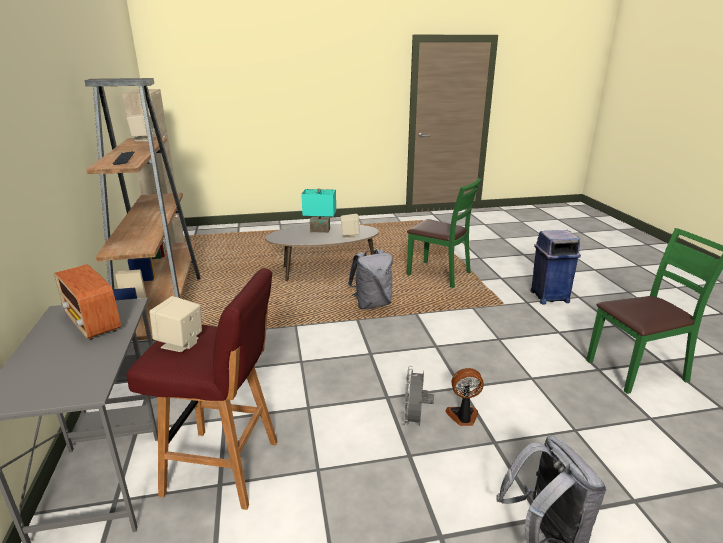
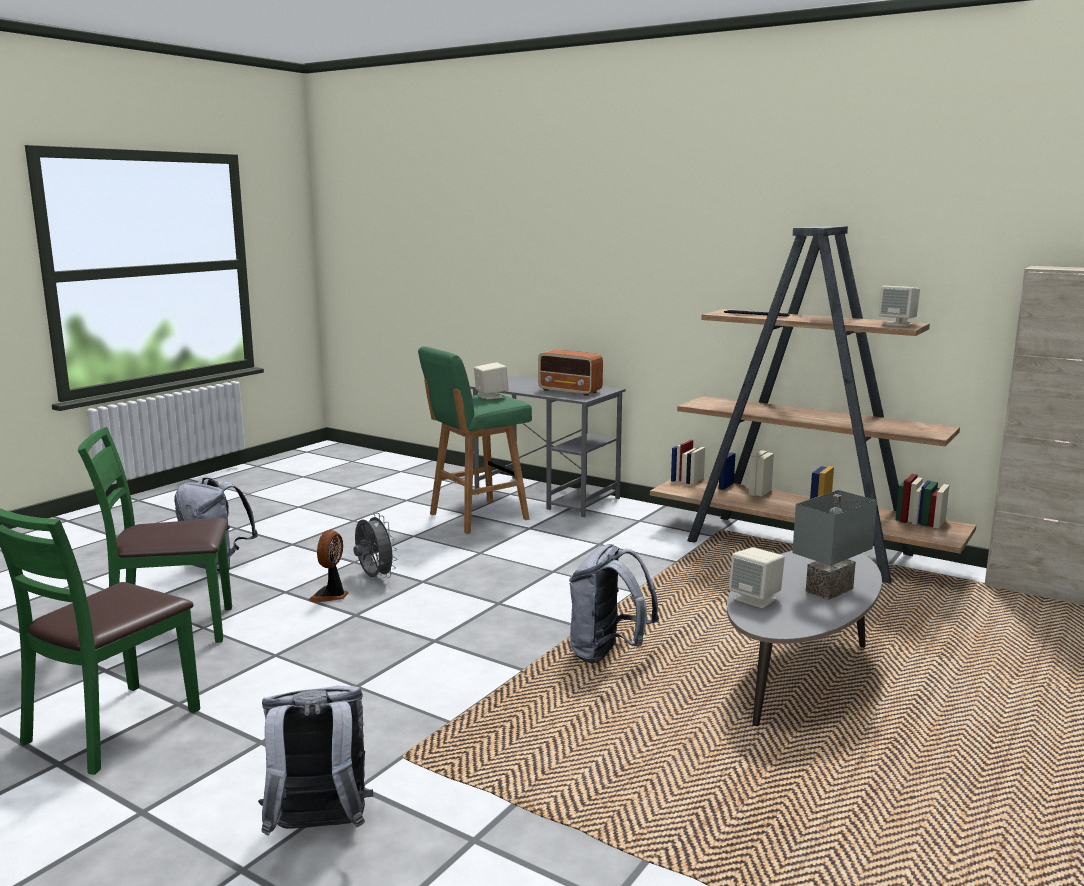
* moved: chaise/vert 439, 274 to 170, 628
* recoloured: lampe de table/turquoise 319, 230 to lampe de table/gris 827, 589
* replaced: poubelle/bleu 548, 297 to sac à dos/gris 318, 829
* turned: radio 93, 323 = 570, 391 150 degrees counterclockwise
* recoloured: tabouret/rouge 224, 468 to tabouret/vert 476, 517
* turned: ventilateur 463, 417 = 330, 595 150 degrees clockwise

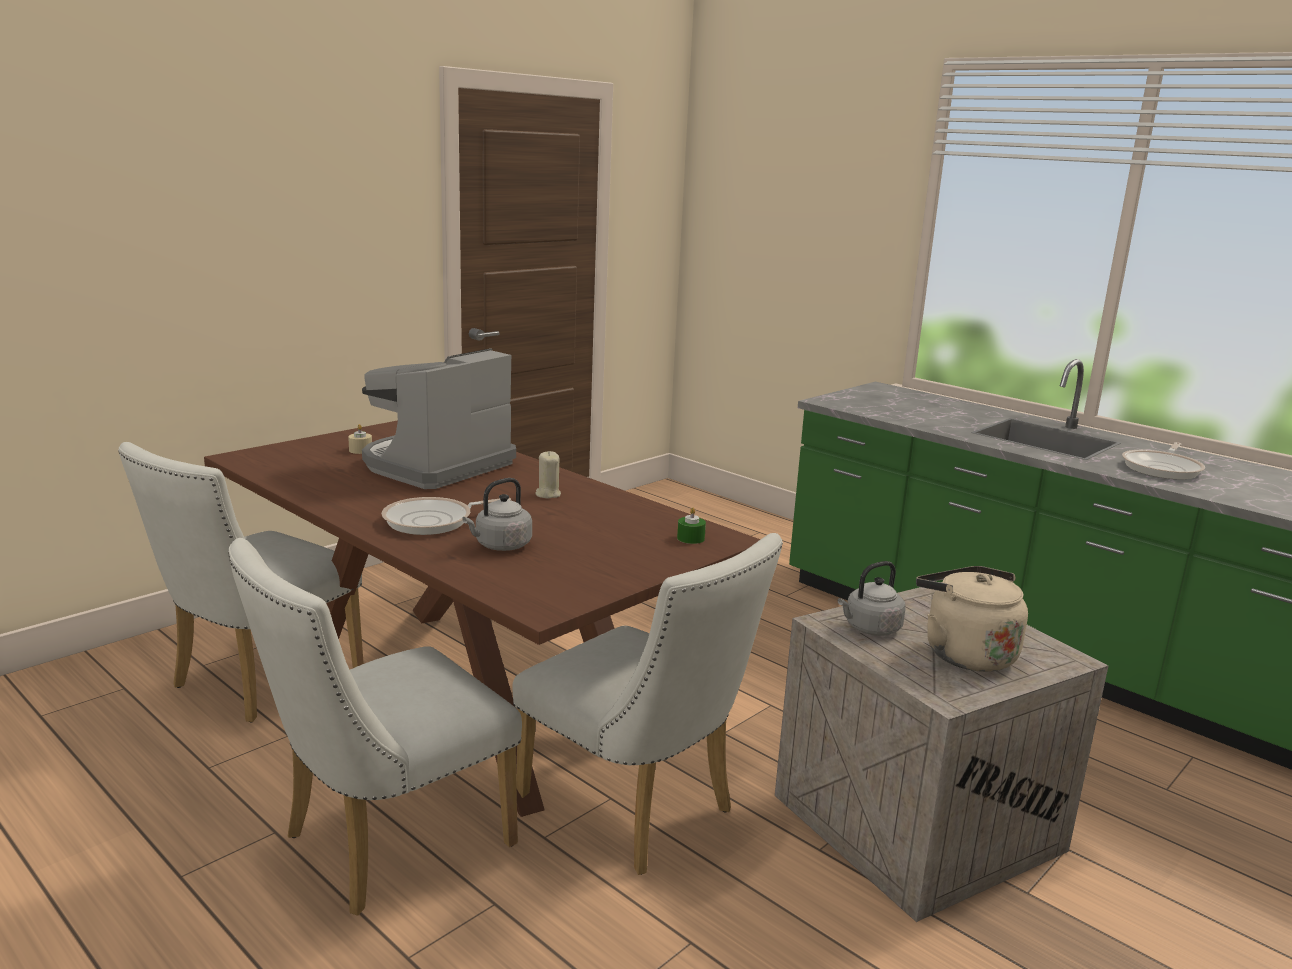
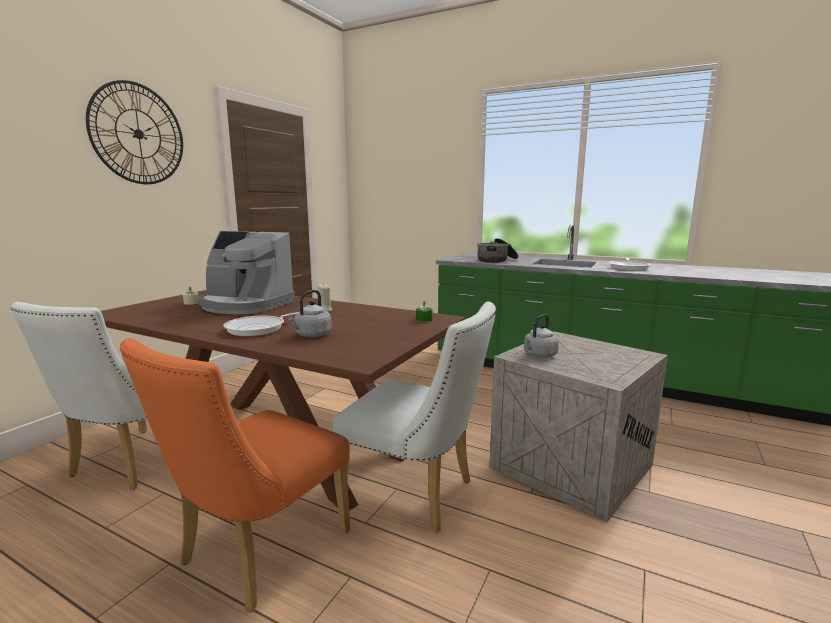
* turned: machine à café 436, 465 = 245, 305 90 degrees counterclockwise
* recoloured: chaise/blanc 383, 846 to chaise/orange 256, 554
* removed: bouilloire/beige 964, 653
* added: horloge murale 138, 134
* added: marmite 497, 260

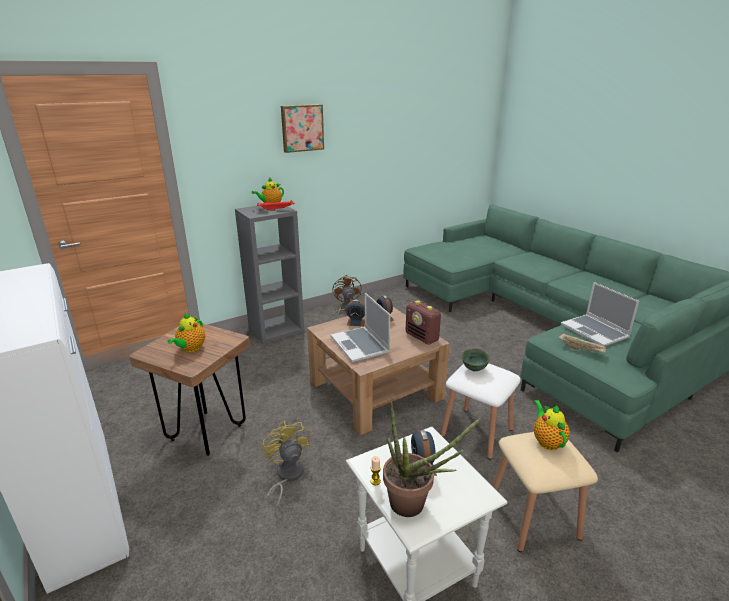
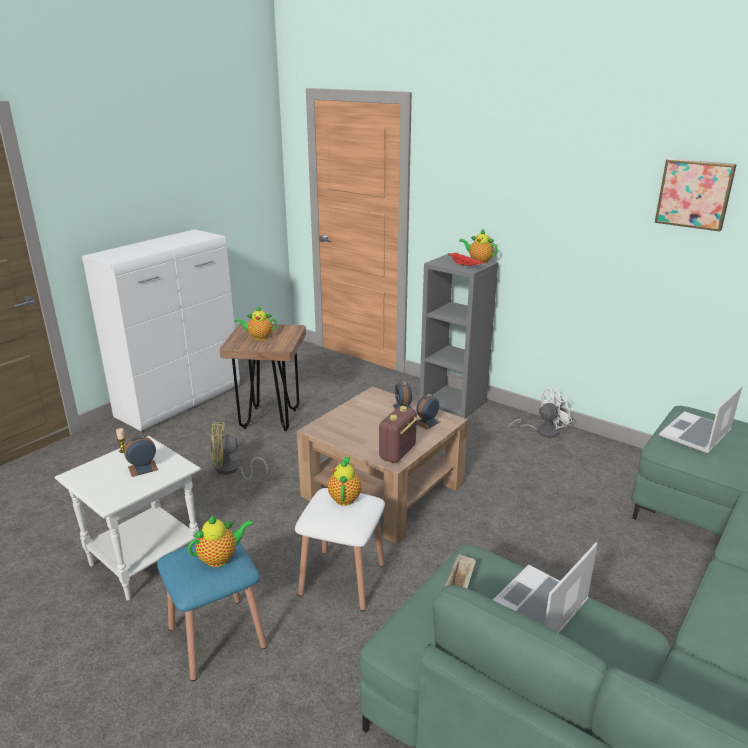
* moved: tableau 302, 128 to 694, 194
* recoloured: ventilateur/marron 345, 309 to ventilateur/blanc 542, 431
* moved: ordinateur portable 361, 345 to 696, 435
* replaced: bol/vert 474, 369 to théière 345, 497
* removed: plante en pot 414, 506
* turned: ventilateur/jaune 286, 476 = 231, 470 150 degrees counterclockwise
* recoloured: tabouret/beige 533, 517 to tabouret/bleu 217, 637

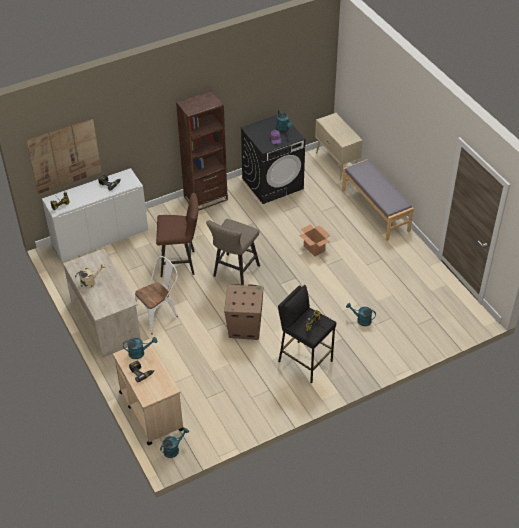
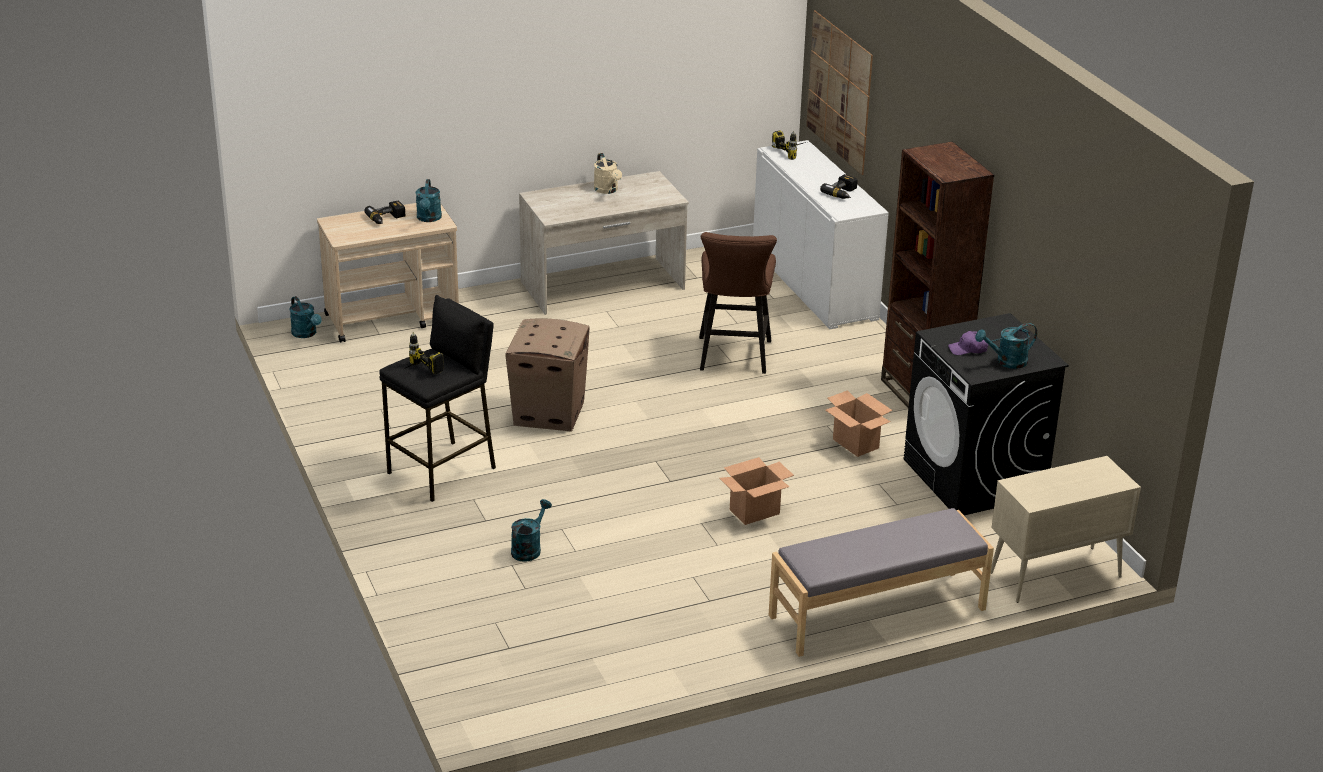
* removed: tabouret/beige 234, 273
* removed: chaise/blanc 159, 314
* added: carton 856, 444

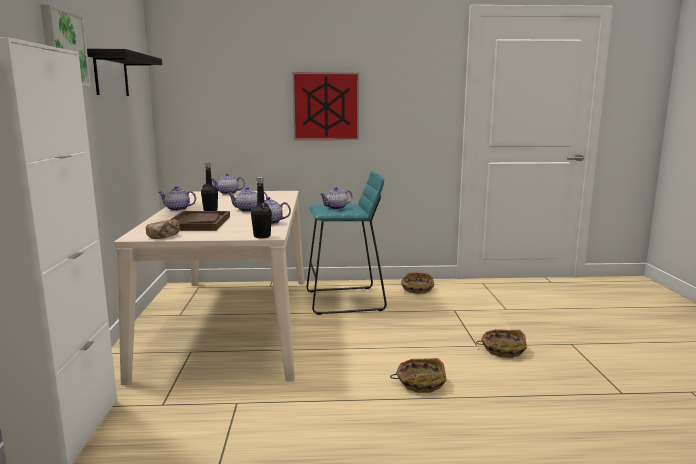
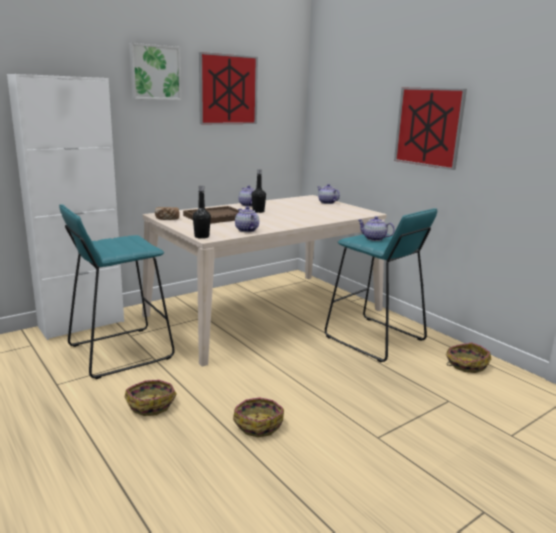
* replaced: étagère/noir 111, 74 to tableau 228, 90
* removed: théière 248, 210
* moved: panier 502, 349 to 151, 404
* added: tabouret/turquoise 119, 352

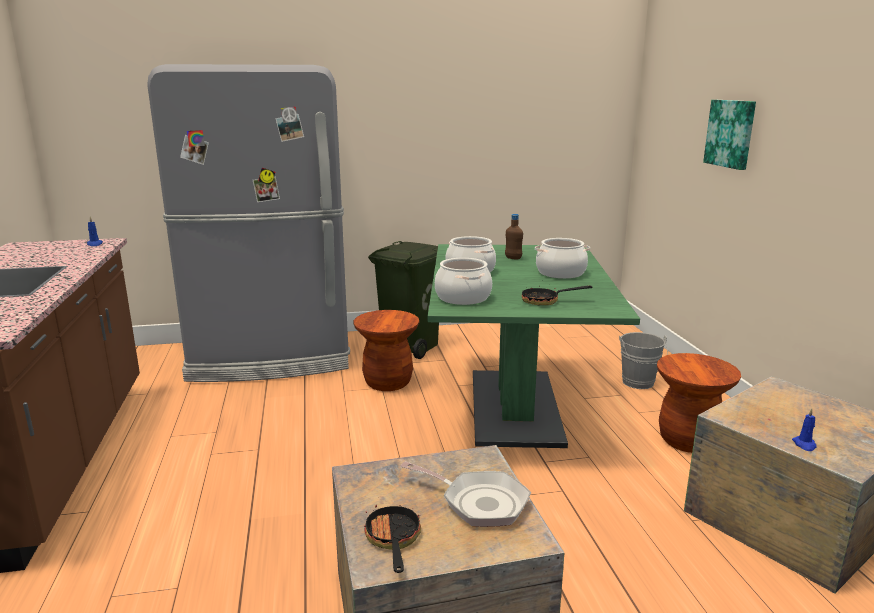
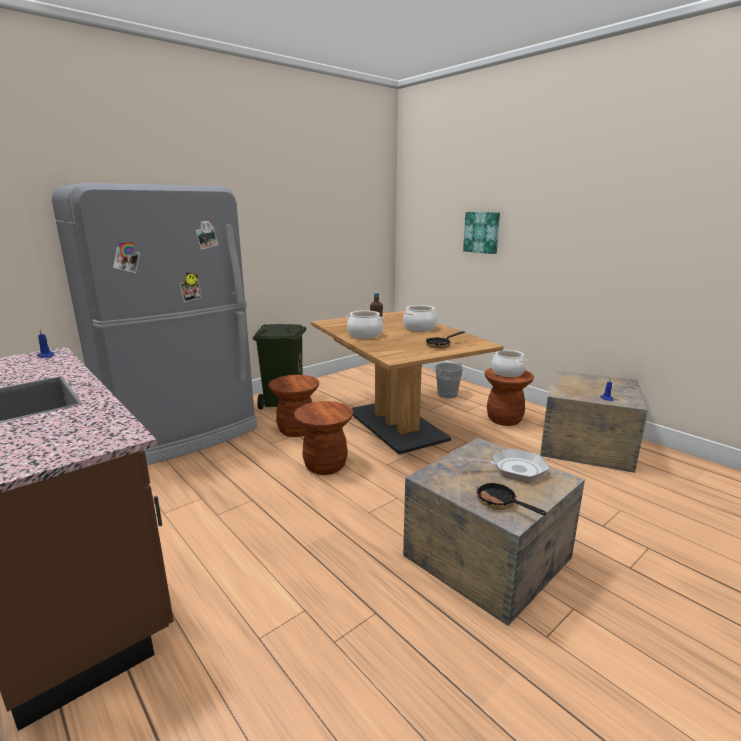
* recoloured: table à manger/vert 514, 407 to table à manger/marron 396, 425
* moved: marmite 462, 297 to 507, 373
* added: tabouret/marron 325, 465

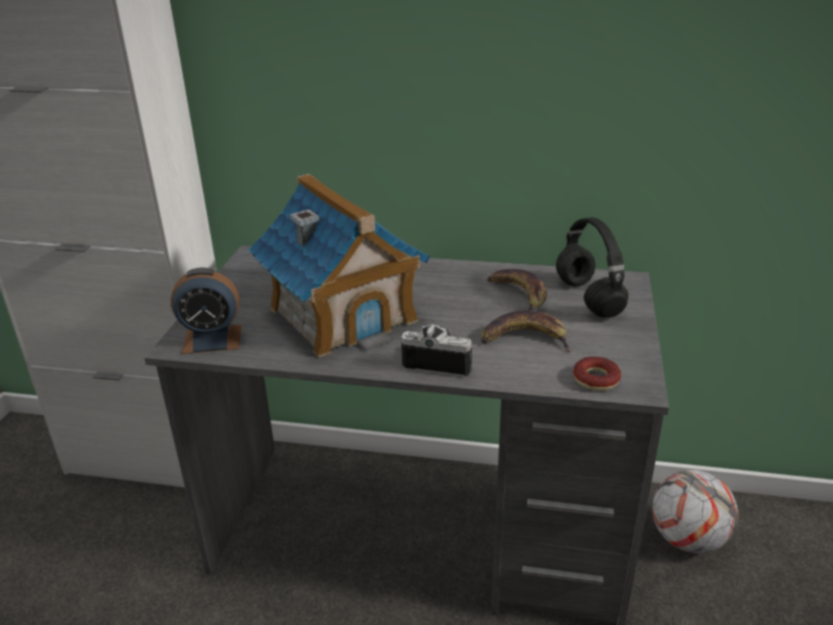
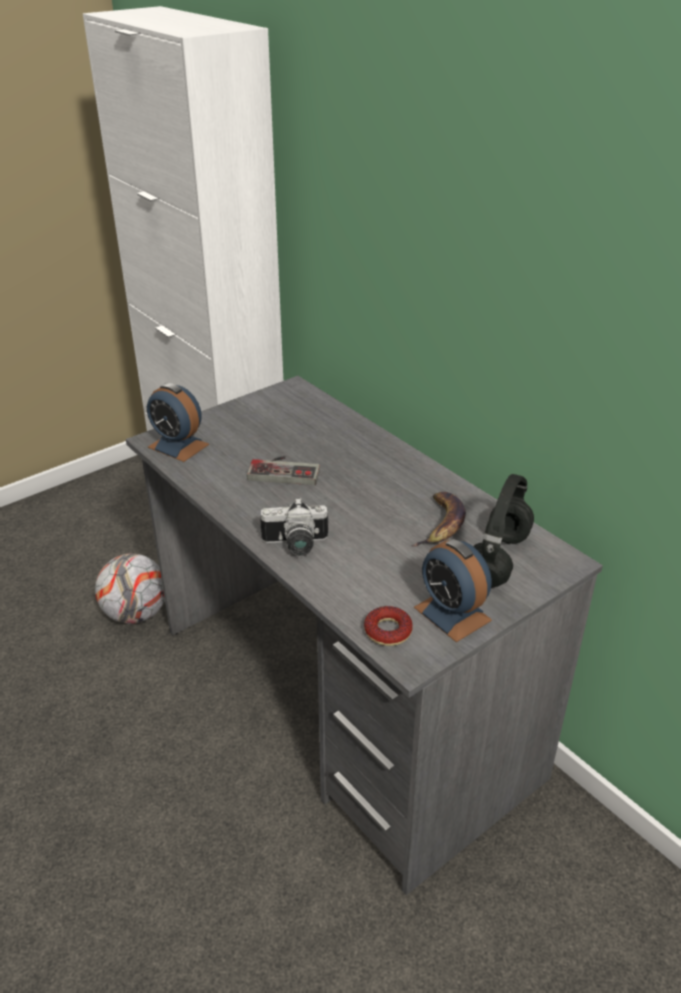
* replaced: maison miniature 343, 314 to manette 285, 470
* removed: banane 525, 338
* turned: appareil photo 439, 361 = 295, 545 120 degrees clockwise
* moved: ballon de foot 688, 539 to 135, 614
* added: réveil 452, 614

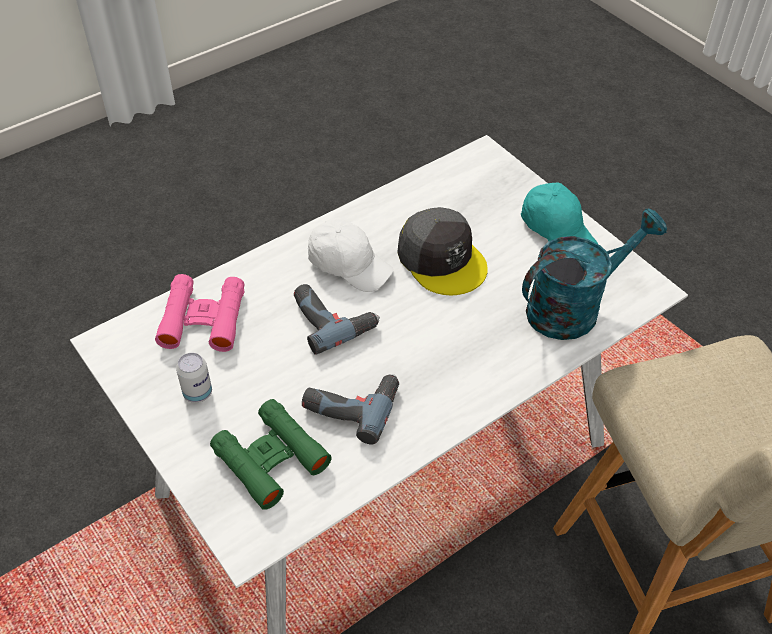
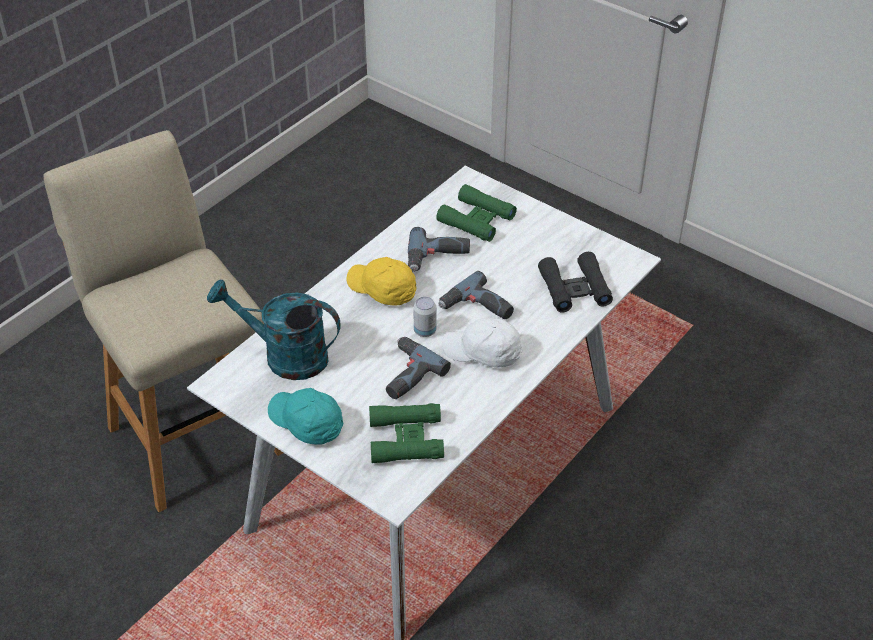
* replaced: casquette/gris 442, 259 to perceuse 405, 374
* turned: arrosoir/turquoise 574, 306 = 285, 356 60 degrees clockwise
* recoloured: jumelles/rose 203, 319 to jumelles/noir 574, 289
* moved: boîte métallique 197, 393 to 425, 331
* added: casquette/jaune 382, 290
* added: jumelles/vert 406, 439

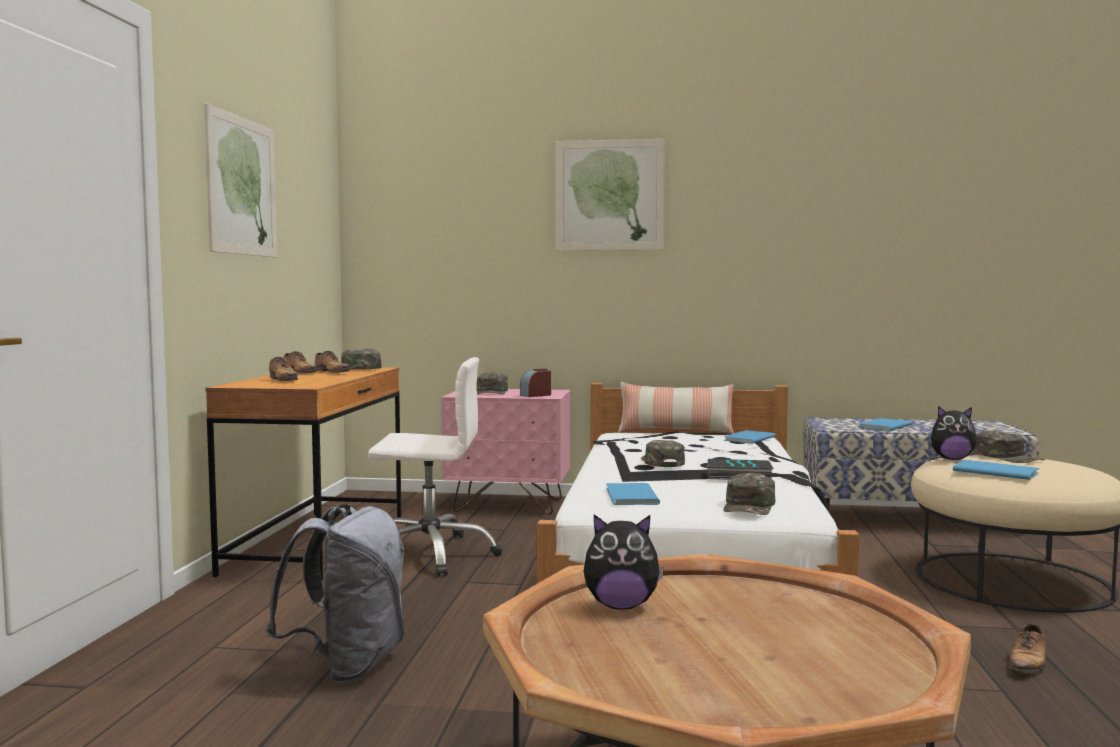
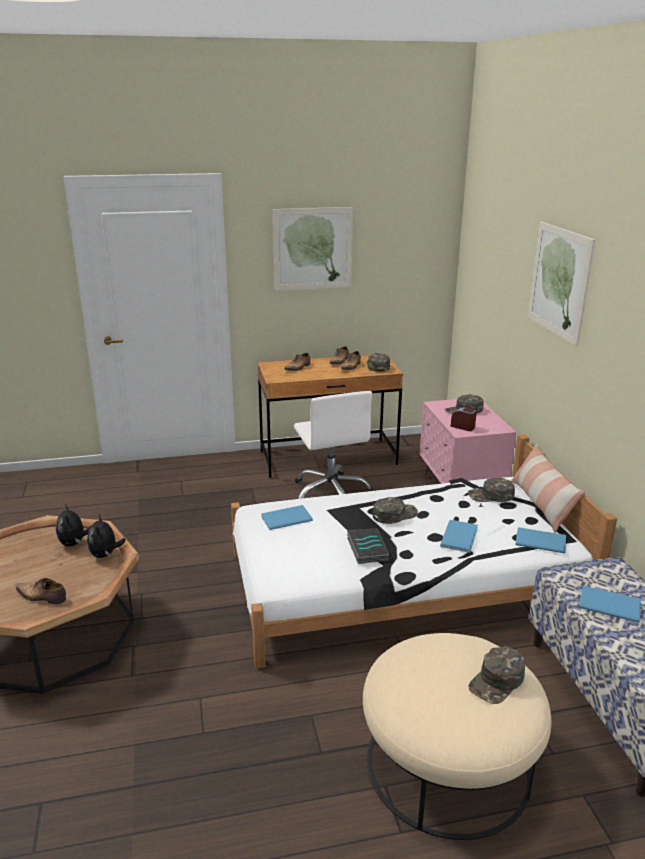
* moved: peluche 952, 459 to 105, 555
* moved: livre/bleu 994, 471 to 460, 536
* moved: casquette/vert 749, 506 to 491, 496
* removed: sac à dos/gris 348, 666
* moved: chaussure 1028, 663 to 42, 597

